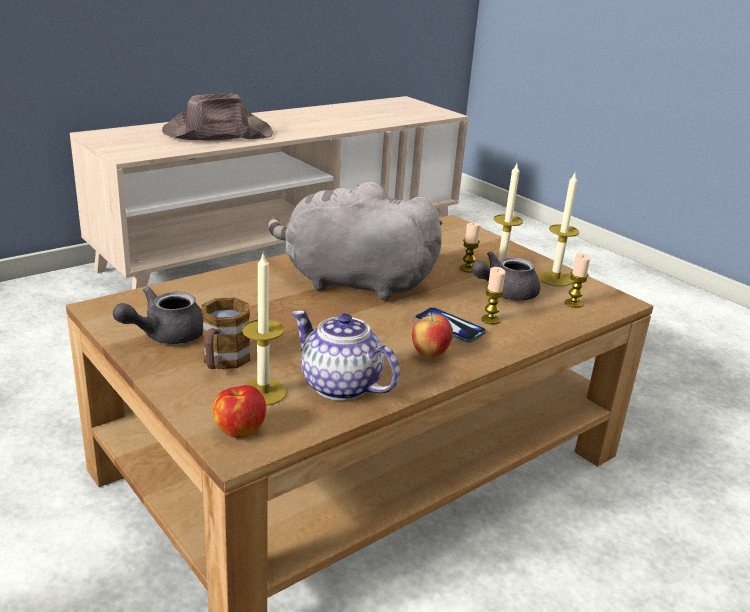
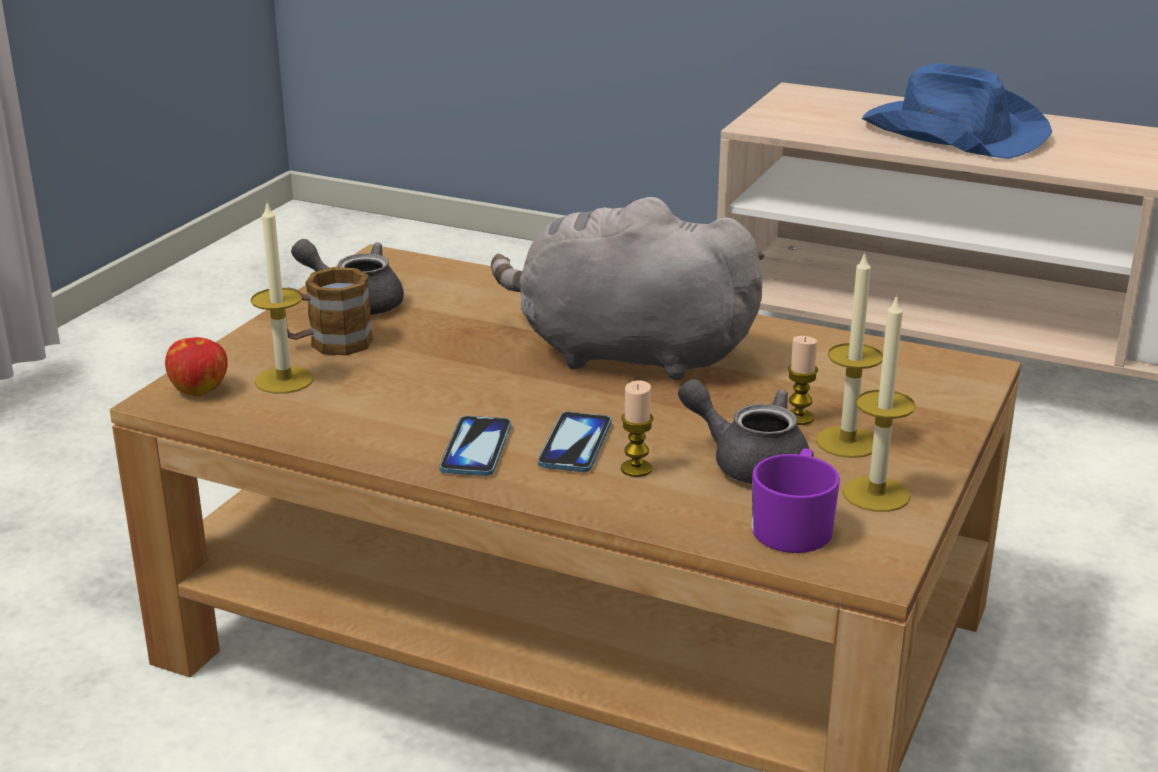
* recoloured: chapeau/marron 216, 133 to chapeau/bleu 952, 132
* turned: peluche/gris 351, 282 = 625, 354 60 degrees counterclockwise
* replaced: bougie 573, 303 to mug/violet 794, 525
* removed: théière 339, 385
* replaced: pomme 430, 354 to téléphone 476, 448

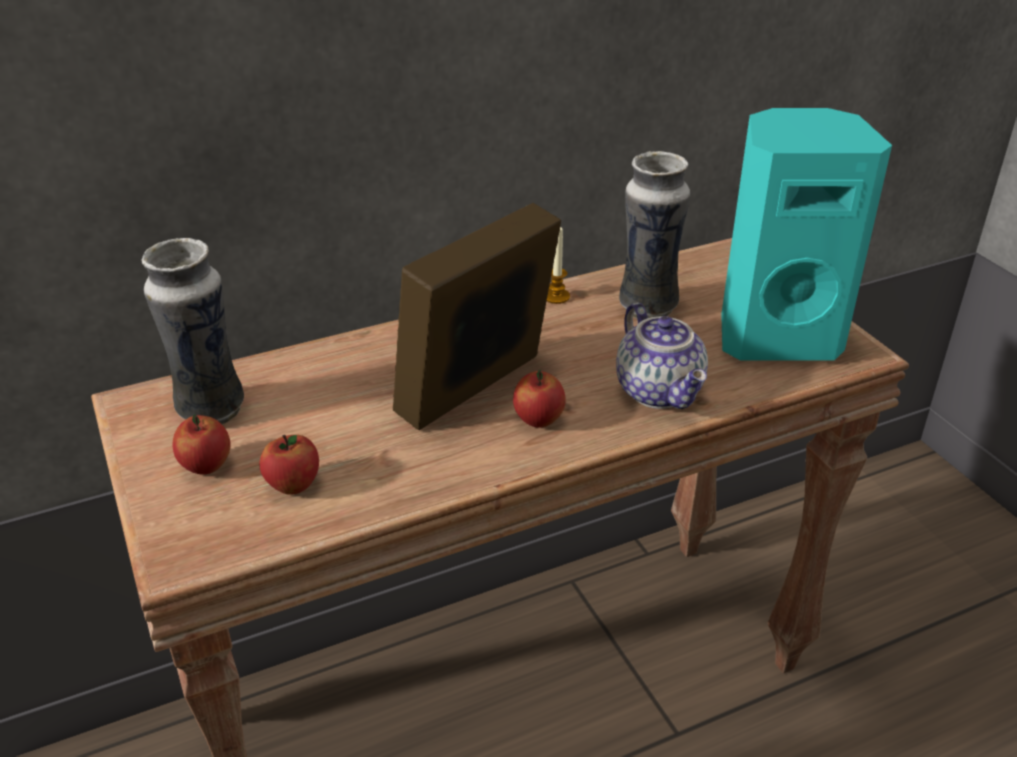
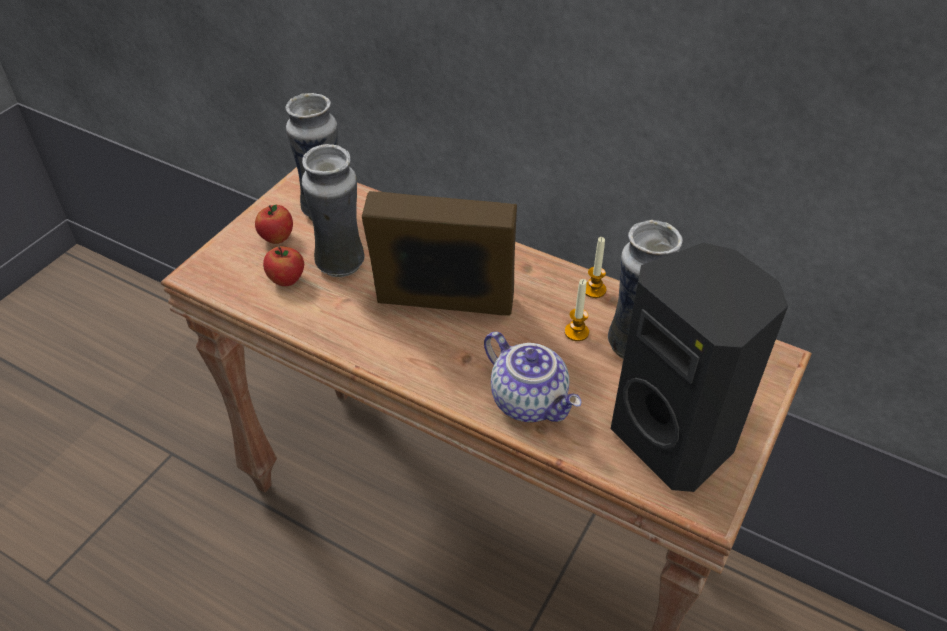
* recoloured: enceinte/turquoise 776, 336 to enceinte/noir 675, 439
* turned: théière 661, 391 = 530, 401 75 degrees counterclockwise
* removed: pomme 538, 420
* added: vase 341, 265
* added: bougie 576, 332

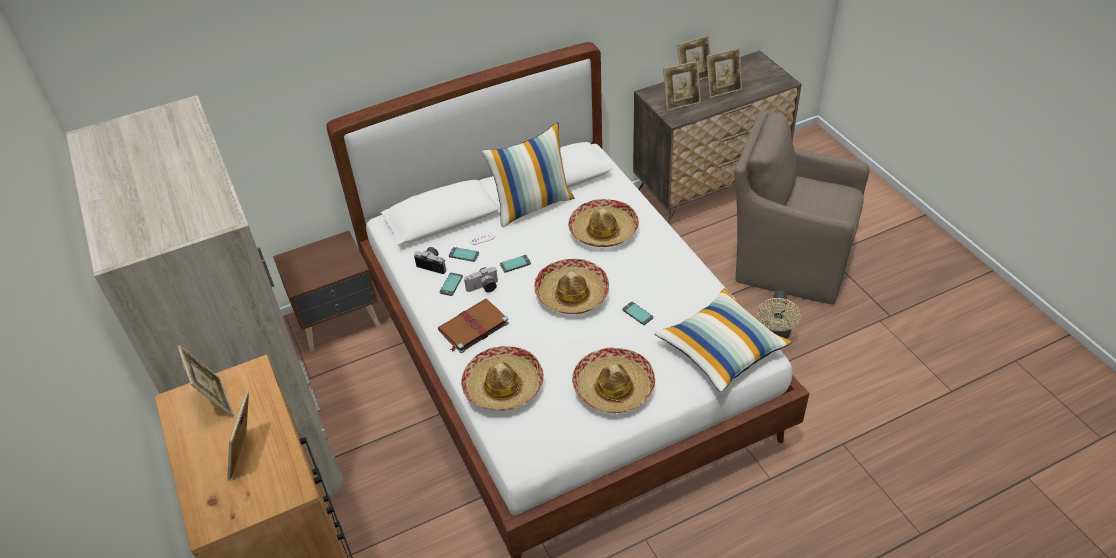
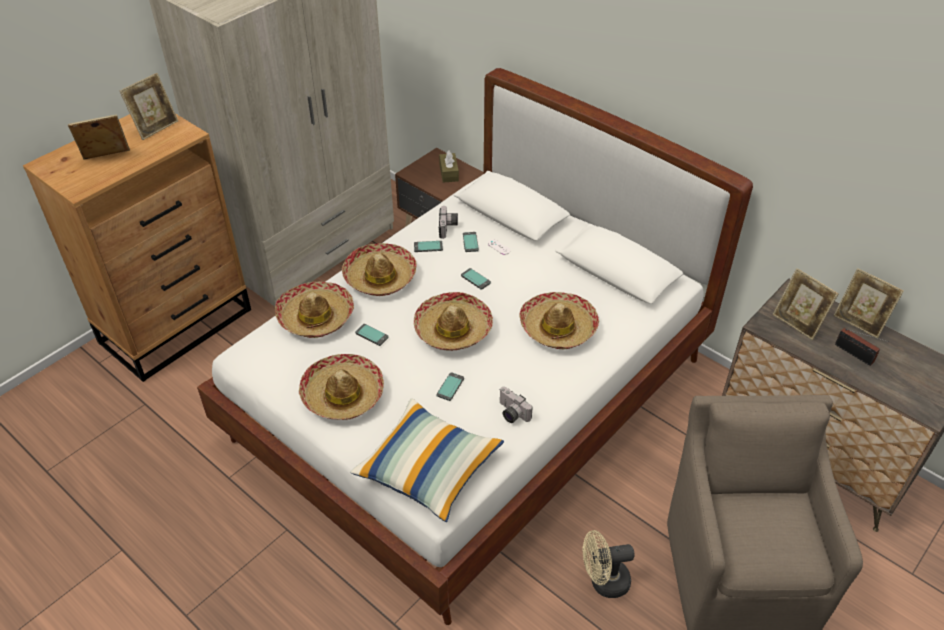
* replaced: cadre photo 722, 90 to radio 856, 355
* removed: coussin 532, 205
* moved: appareil photo 483, 288 to 511, 413
* replaced: livre/marron 472, 327 to chapeau 380, 277
* added: boîte à mouchoirs/marron 449, 173
* added: téléphone 372, 335

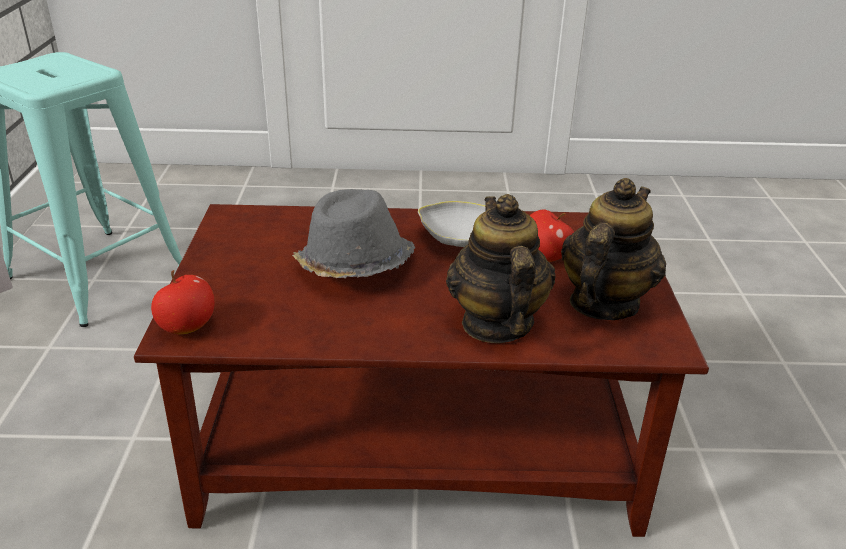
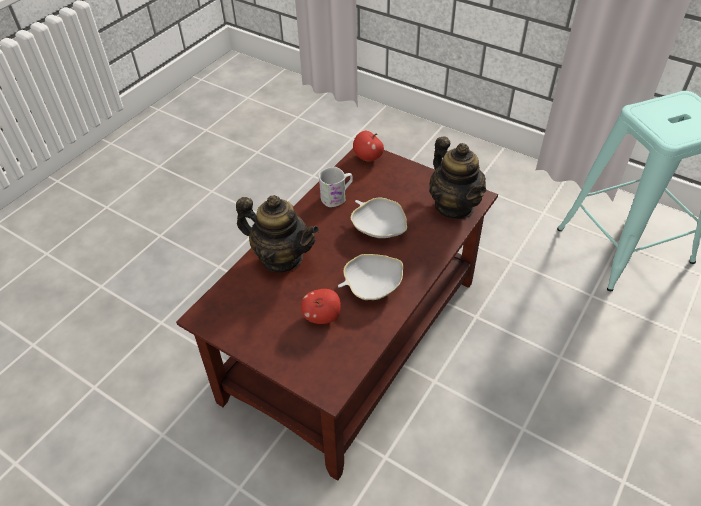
* moved: théière 603, 303 to 454, 206
* replaced: chapeau/gris 354, 265 to bol/blanc 379, 227
* added: mug/blanc 337, 197

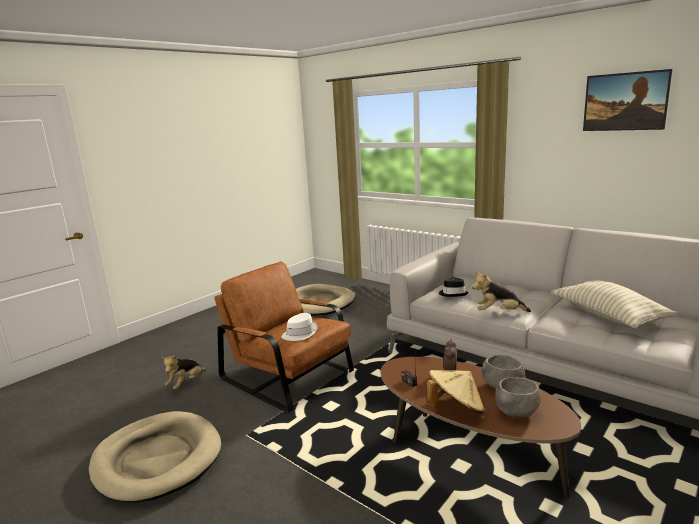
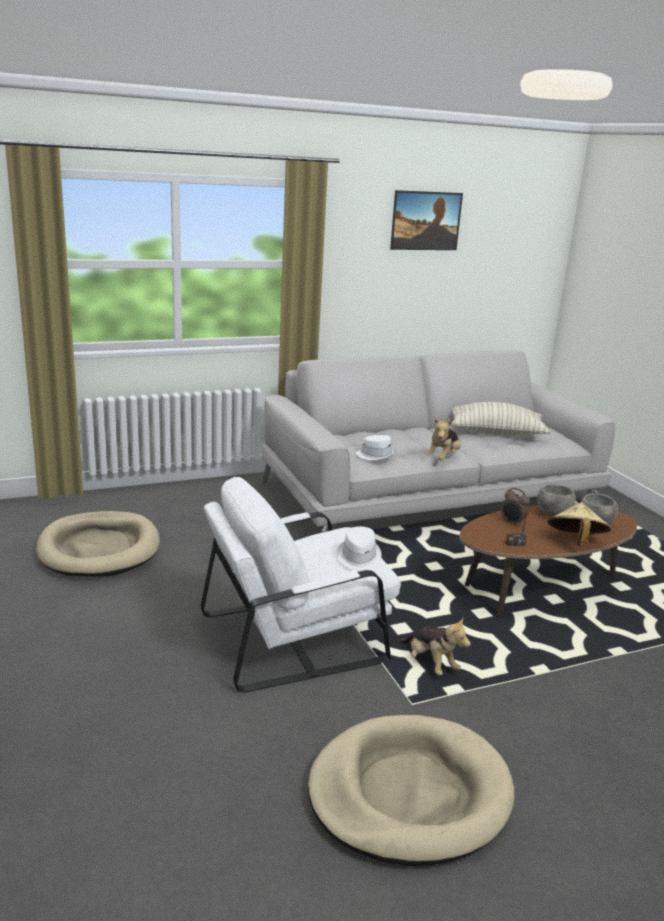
* recoloured: fauteuil/marron 289, 375 to fauteuil/blanc 296, 635
* recoloured: chapeau/noir 453, 293 to chapeau/blanc 375, 455
* moved: peluche 186, 383 to 430, 663

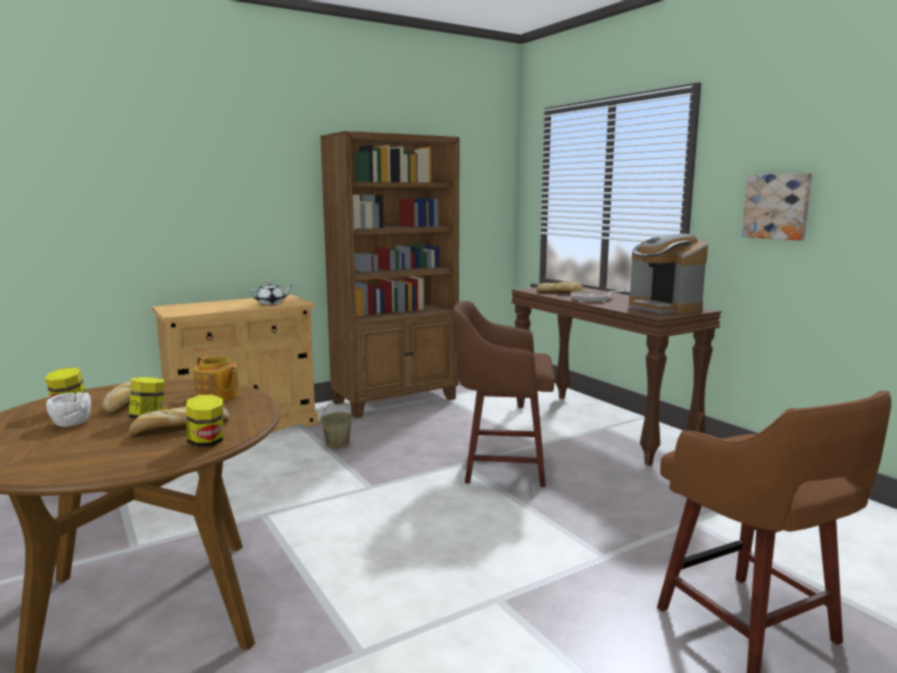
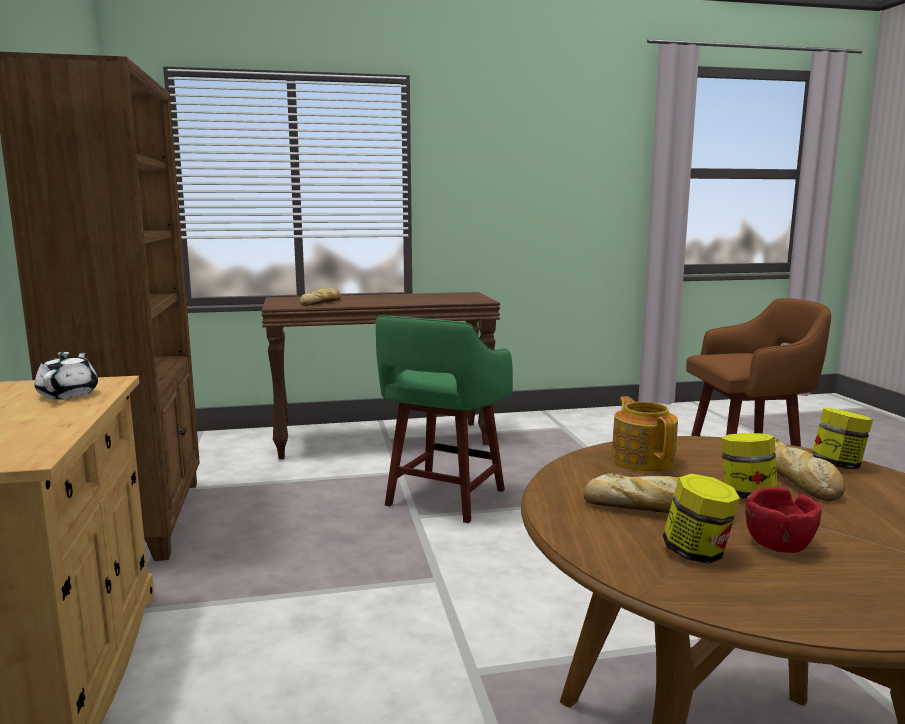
* removed: tableau 777, 206
* removed: machine à café 663, 308
* removed: poêle 592, 299
* recoloured: tabouret/marron 501, 468 to tabouret/vert 444, 499
* turned: théière 217, 396 = 643, 460 75 degrees counterclockwise
* recoloured: bol/blanc 71, 423 to bol/rouge 778, 545
* removed: seau/beige 337, 444

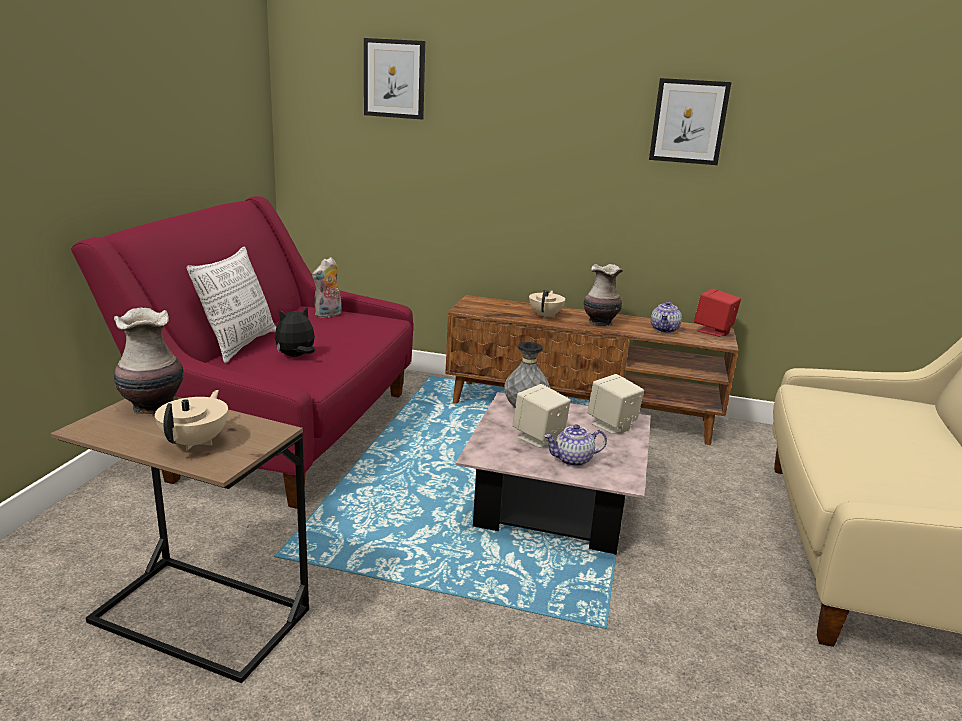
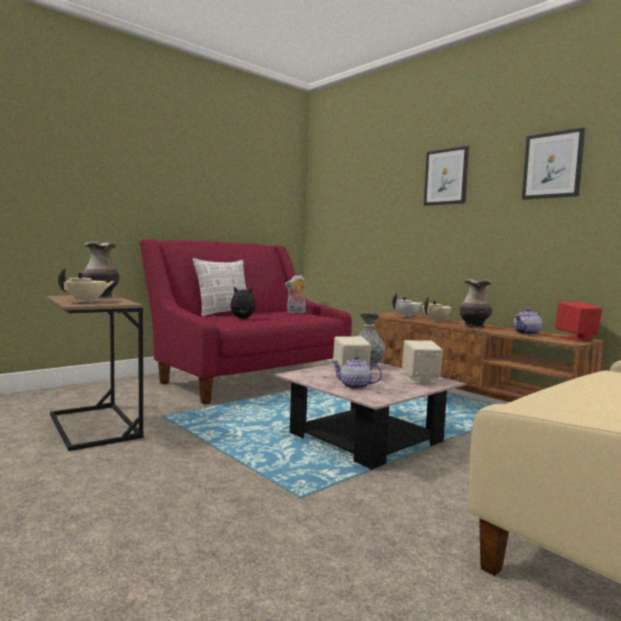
* moved: tableau 394, 79 to 446, 177
* added: théière/blanc 407, 316

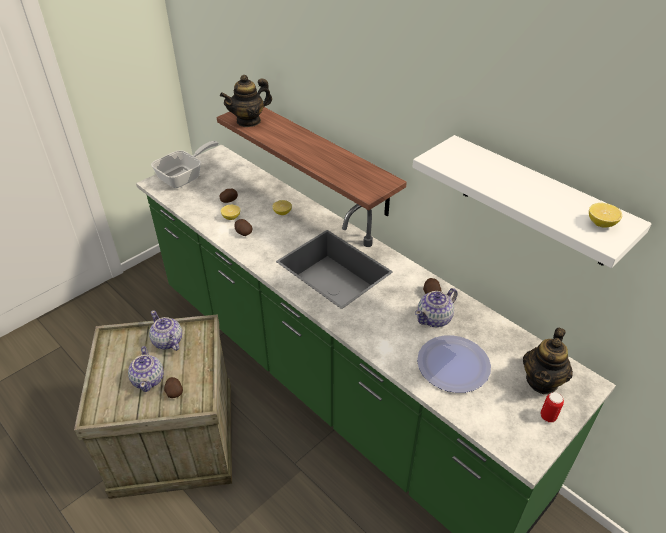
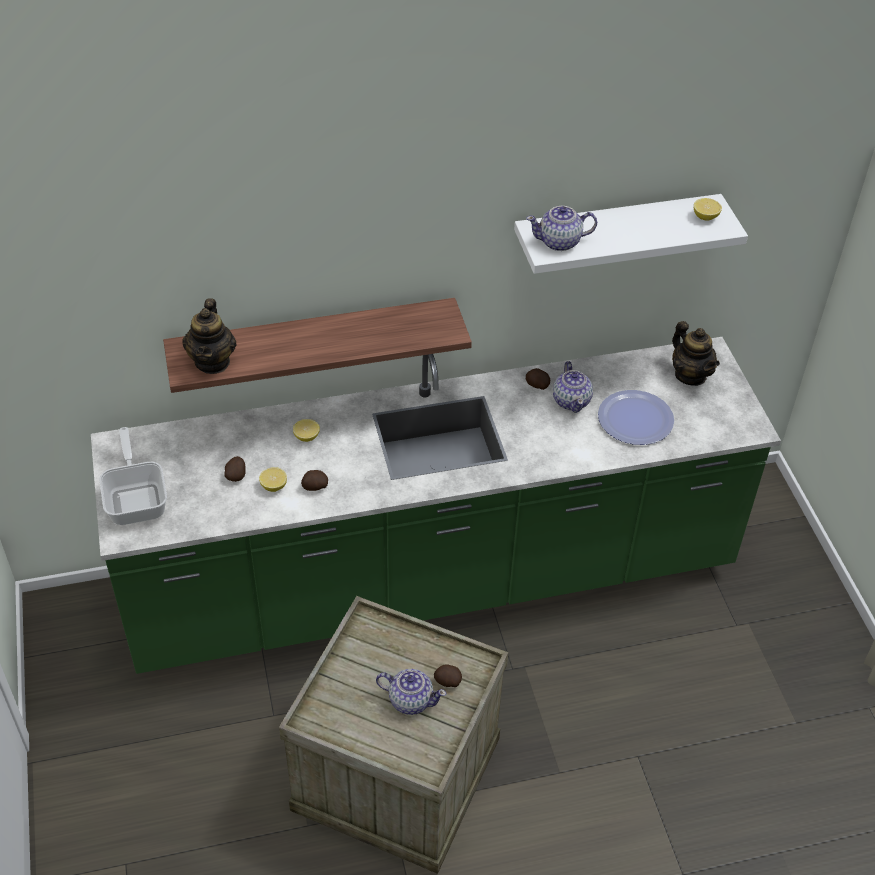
* moved: théière 167, 341 to 560, 242
* removed: boîte métallique 548, 416

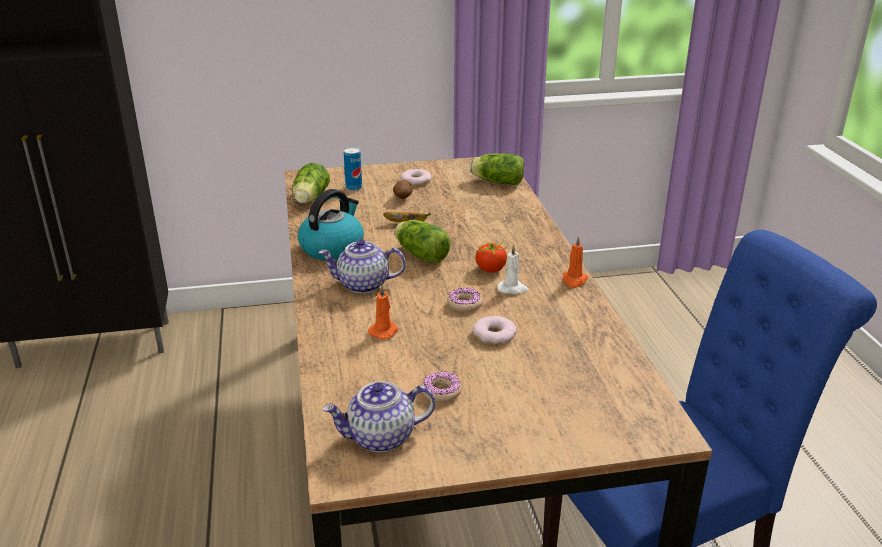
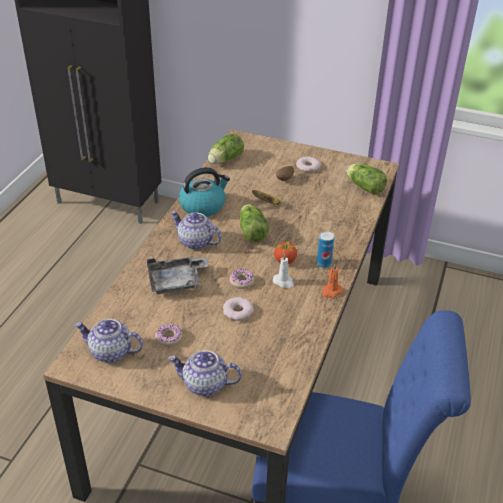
* moved: boîte métallique 354, 188 to 324, 264
* replaced: bougie/orange 384, 331 to plateau/gris 176, 281
* added: théière 204, 385

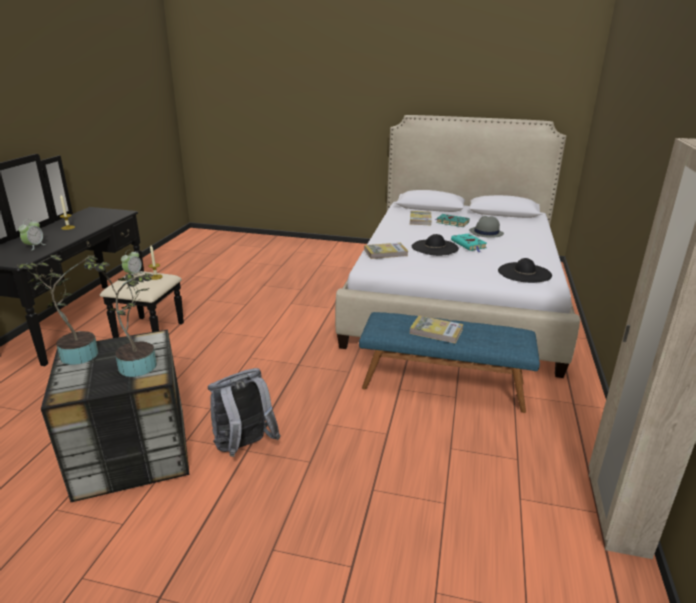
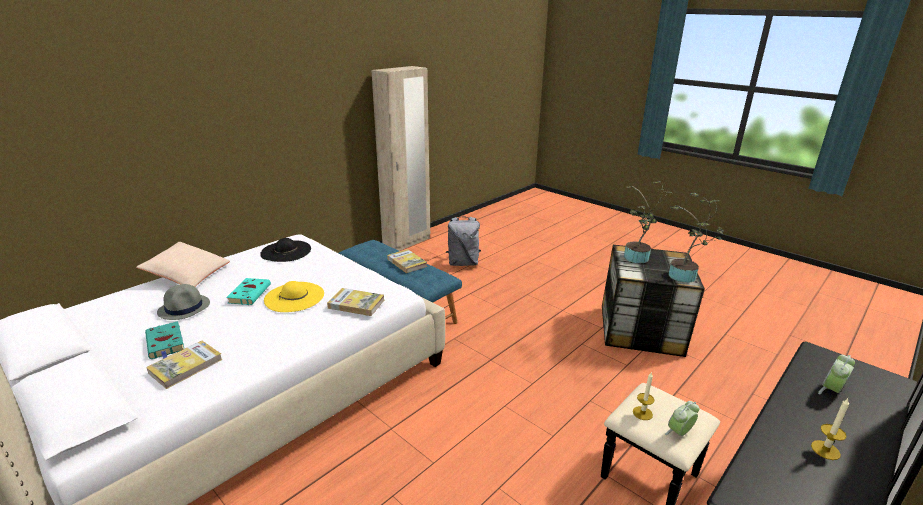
* recoloured: chapeau/noir 434, 247 to chapeau/jaune 294, 297
* moved: sac à dos/gris 244, 447 to 463, 263
* added: coussin/beige 188, 275

